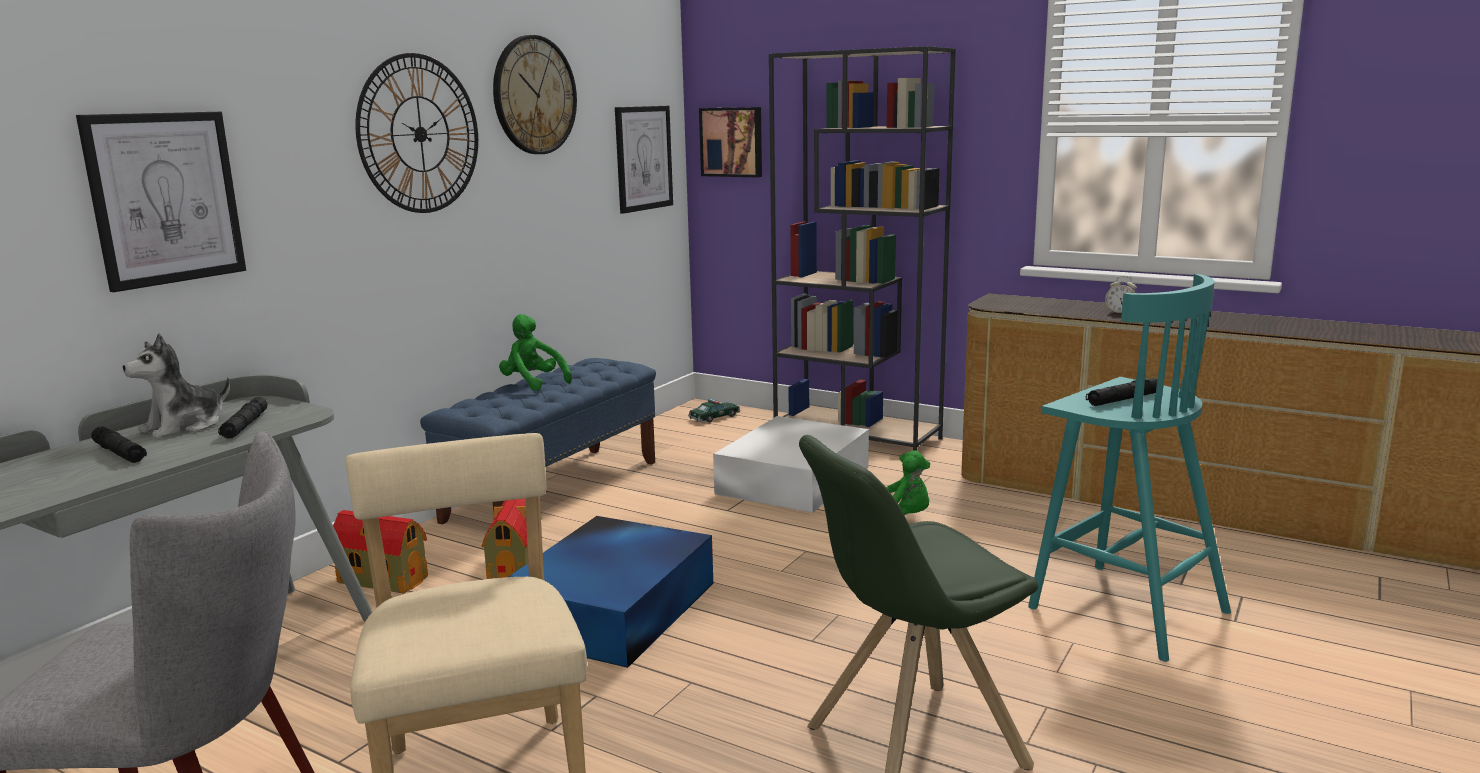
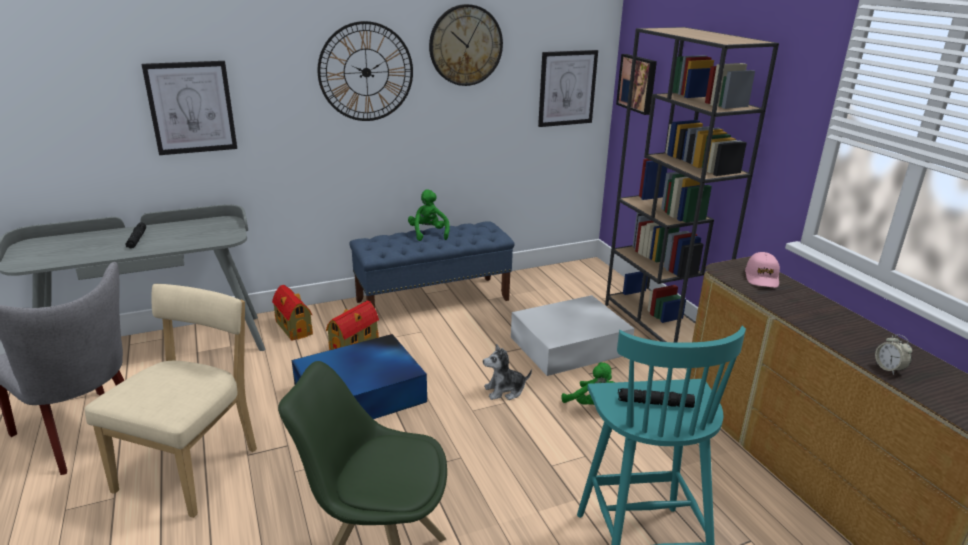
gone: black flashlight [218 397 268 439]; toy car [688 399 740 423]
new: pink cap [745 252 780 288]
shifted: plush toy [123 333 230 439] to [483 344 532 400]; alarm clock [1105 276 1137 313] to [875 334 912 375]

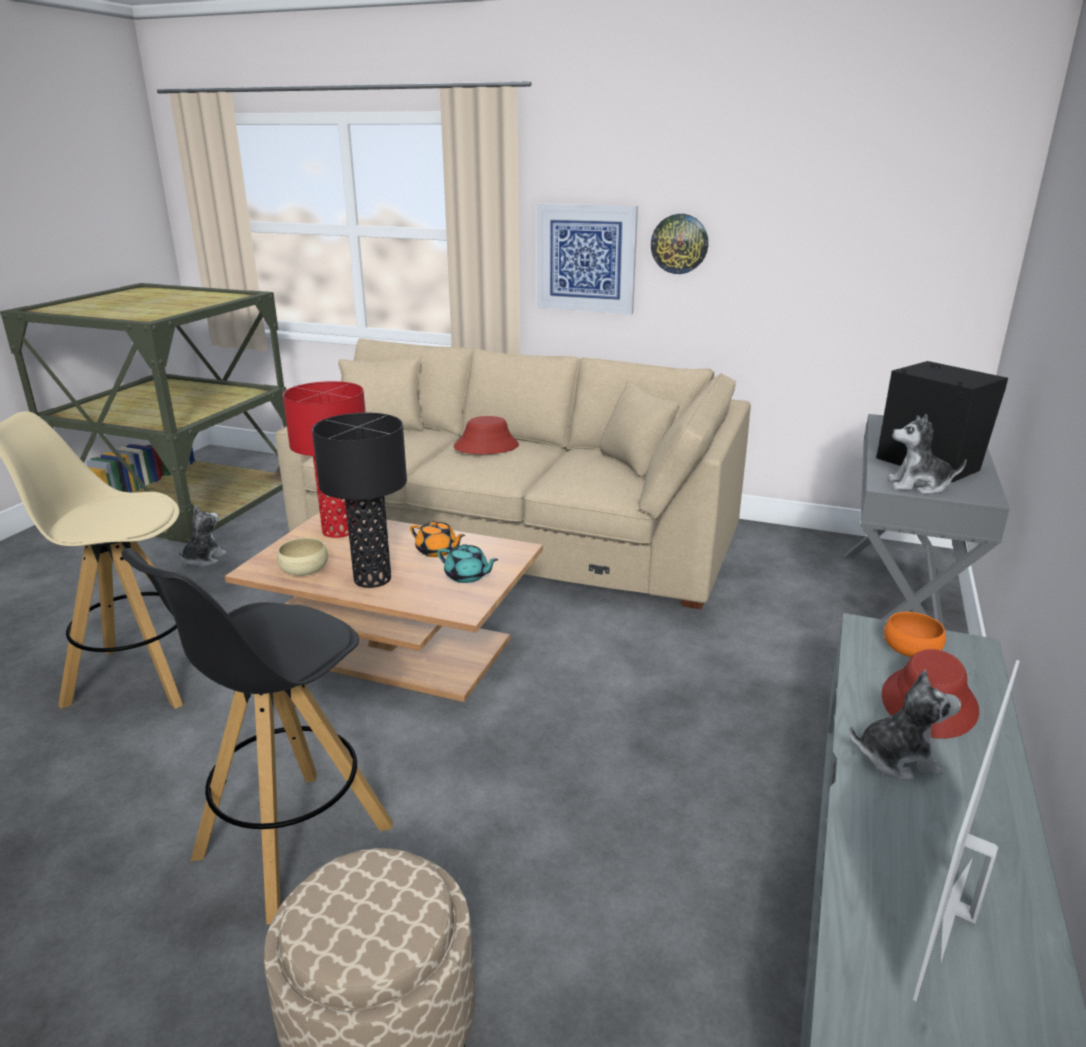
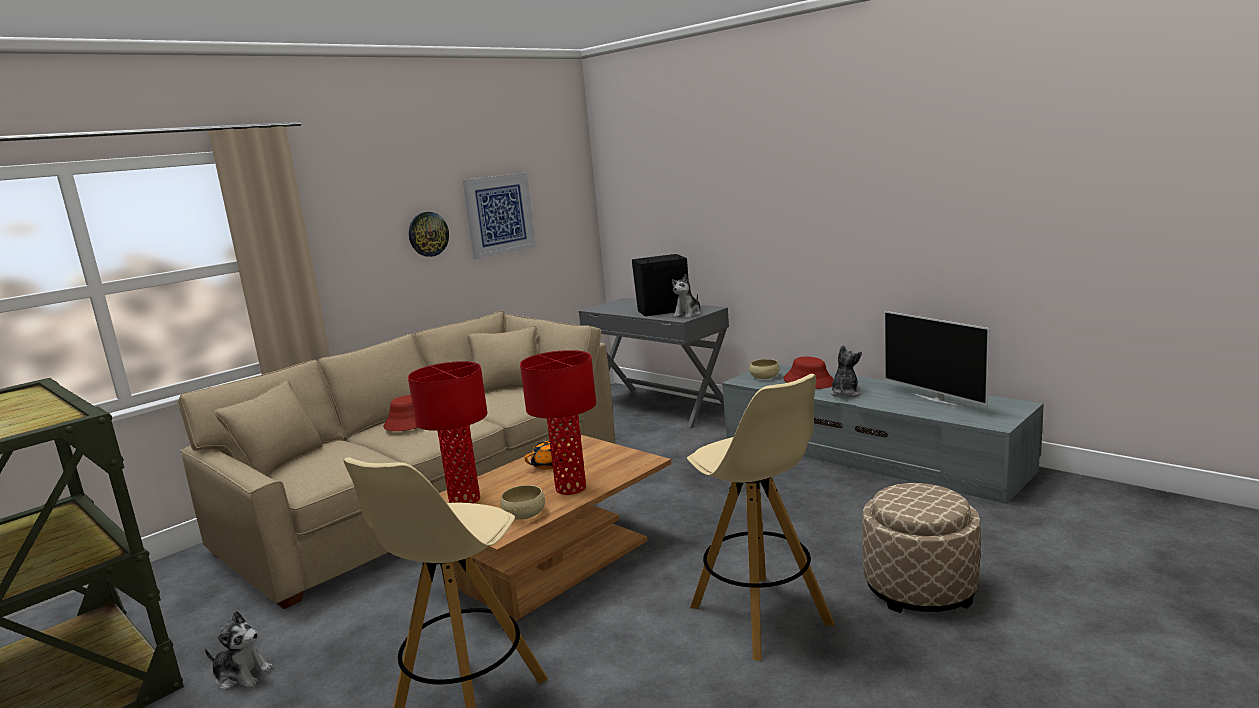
gone: turquoise teapot [437 544 499 583]
shifted: picture [537 203 638 314] to [463 172 536 259]
repainted: black stool [122 548 393 925] to beige stool [687 374 834 661]; black table lamp [312 413 407 588] to red table lamp [520 350 596 495]; orange bowl [884 612 946 657] to beige bowl [749 359 780 379]
rotated: plush toy [179 506 227 567] = [205 611 273 690] 150 degrees clockwise

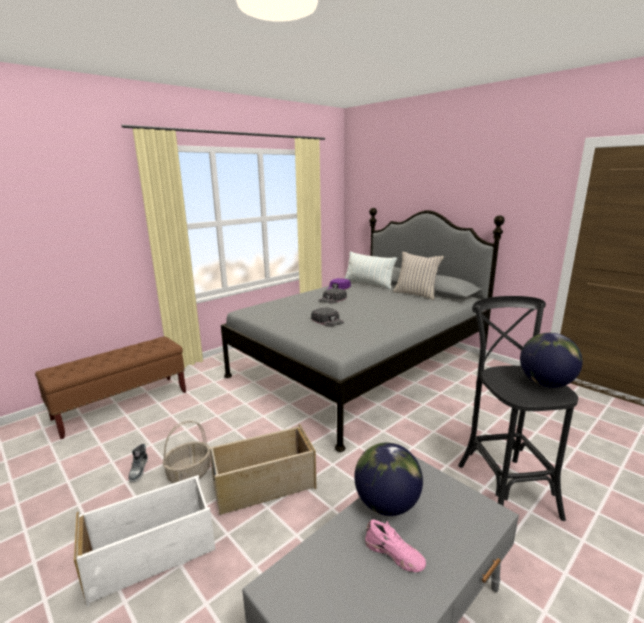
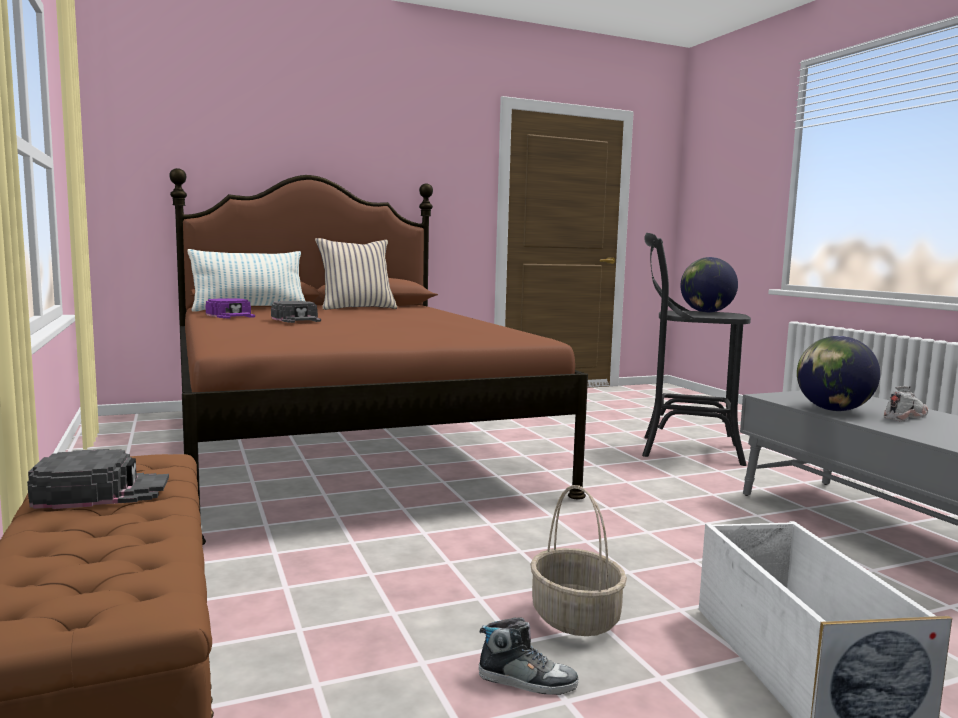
gone: beige storage box [209 424 317 515]
shifted: black cap [311 307 344 327] to [27 449 169 509]
repainted: grey bed [221 208 505 452] to brown bed [169 168 588 546]; pink shoe [365 519 426 572] to white shoe [884 386 928 422]

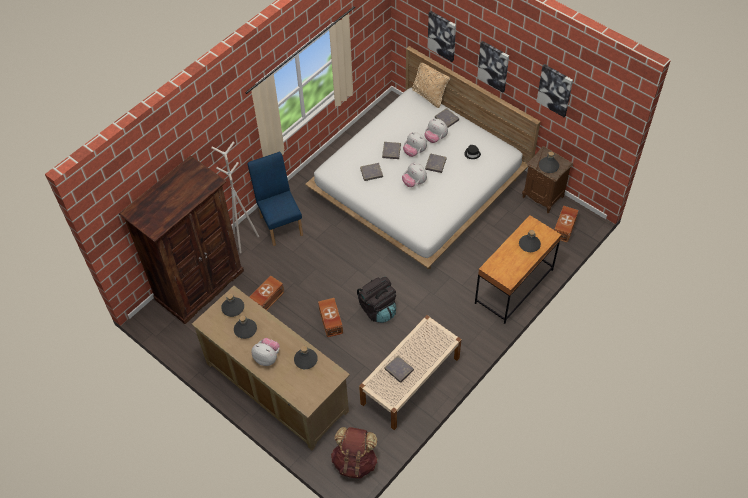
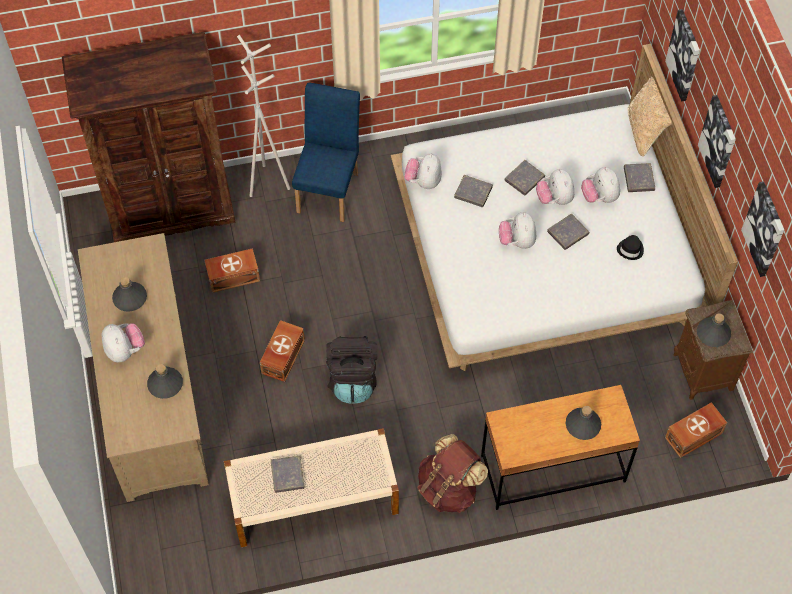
gone: grey bottle [221 294 244 317]
new: plush toy [404 153 442 189]
shifted: brown backpack [331 427 378 479] to [417 434 488 513]

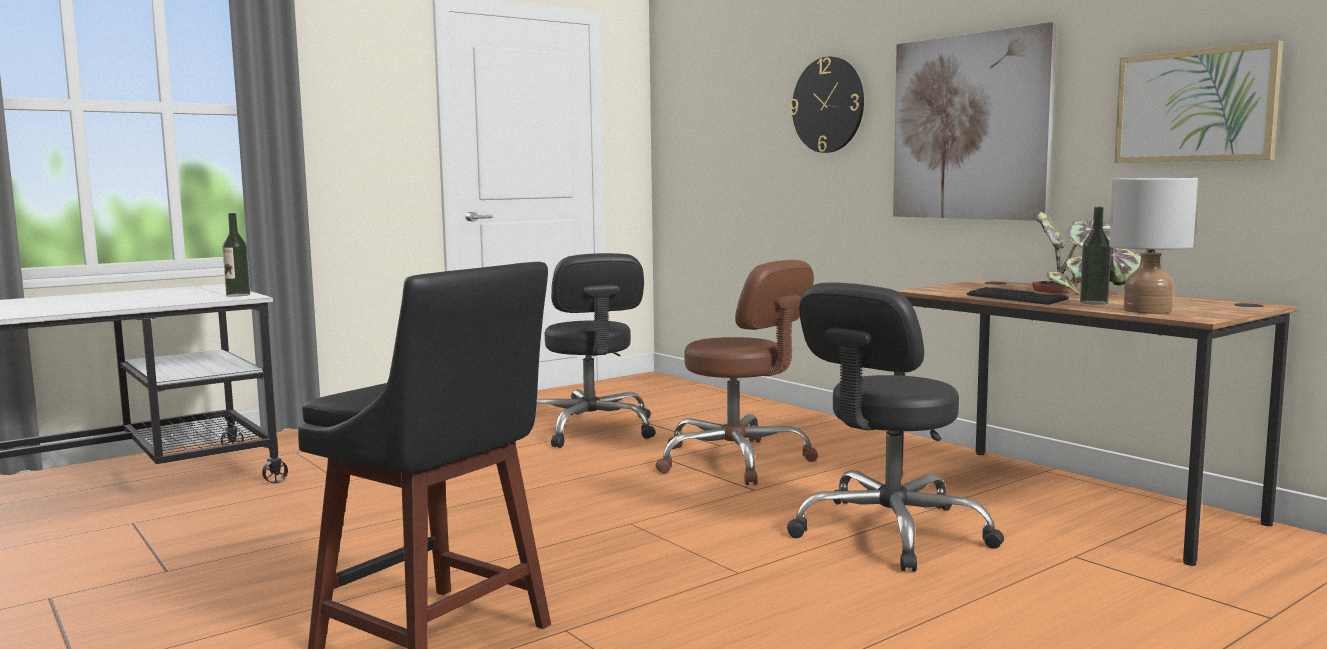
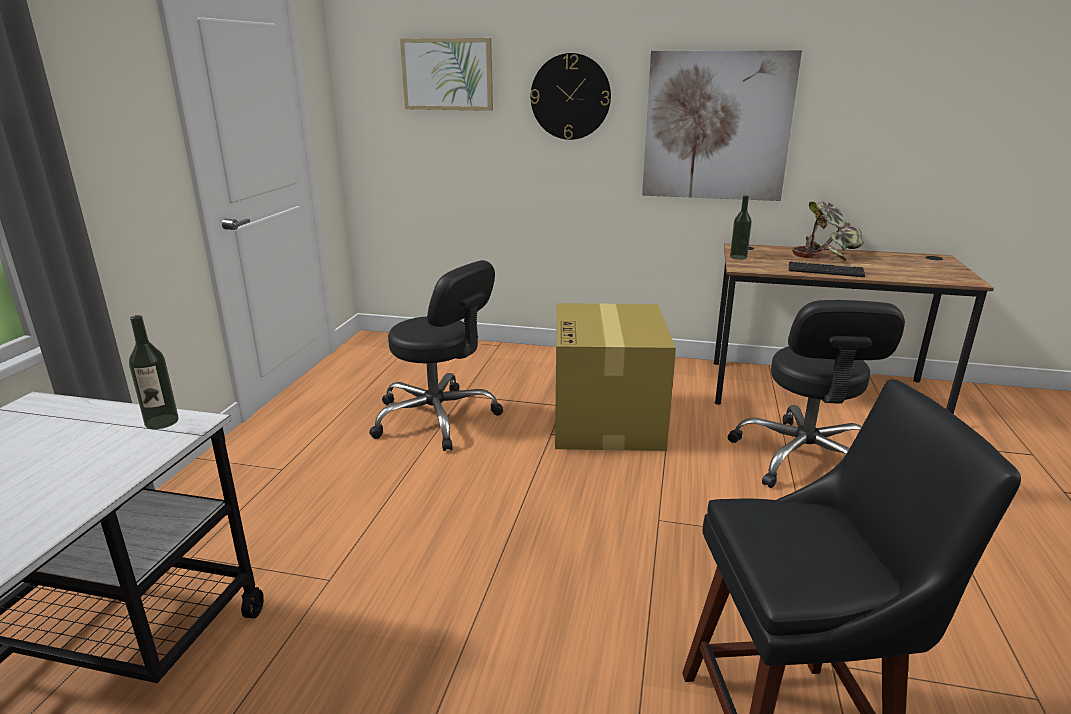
gone: grey table lamp [1109 178 1198 314]
shifted: bottle [1080 207 1111 305] to [730 196 752 260]; picture [1114 41 1283 163] to [400 38 493 111]
swapped: brown office chair [656 260 818 485] to cardboard box [555 303 676 451]

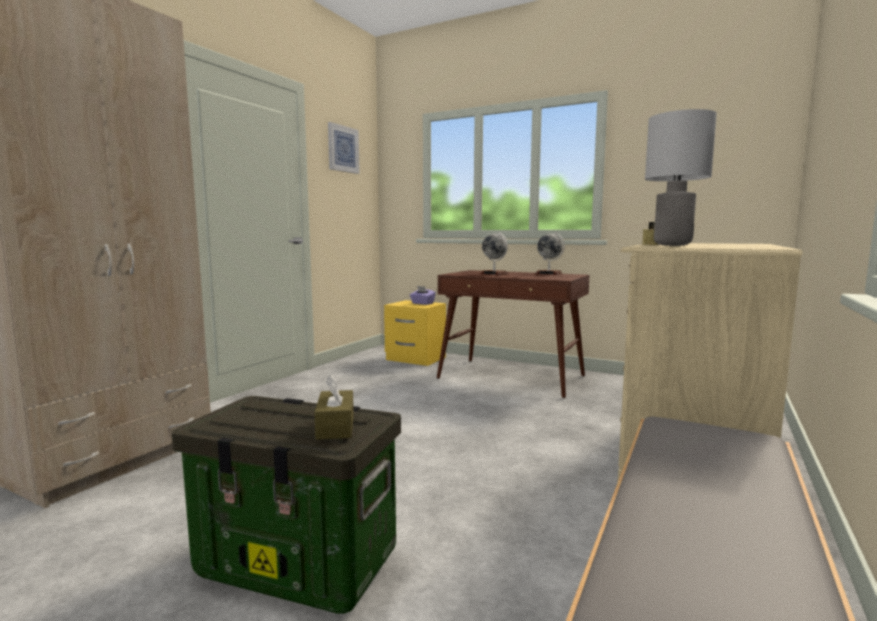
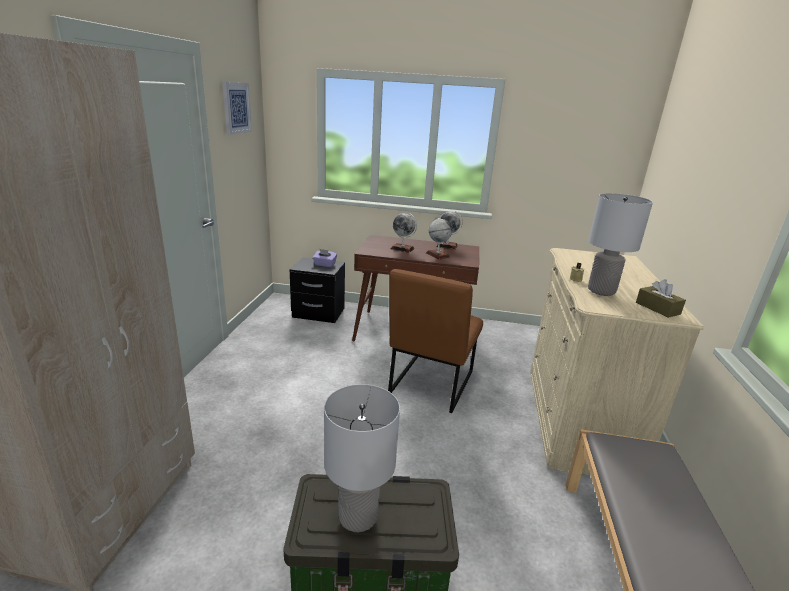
new: grey table lamp [324 384 400 532]; brown chair [388 269 483 413]; globe [426 217 452 260]
shifted: brown tissue box [314 374 354 440] to [636 279 686 318]
repainted: yellow nightstand [384 300 446 366] to black nightstand [290 257 345 323]

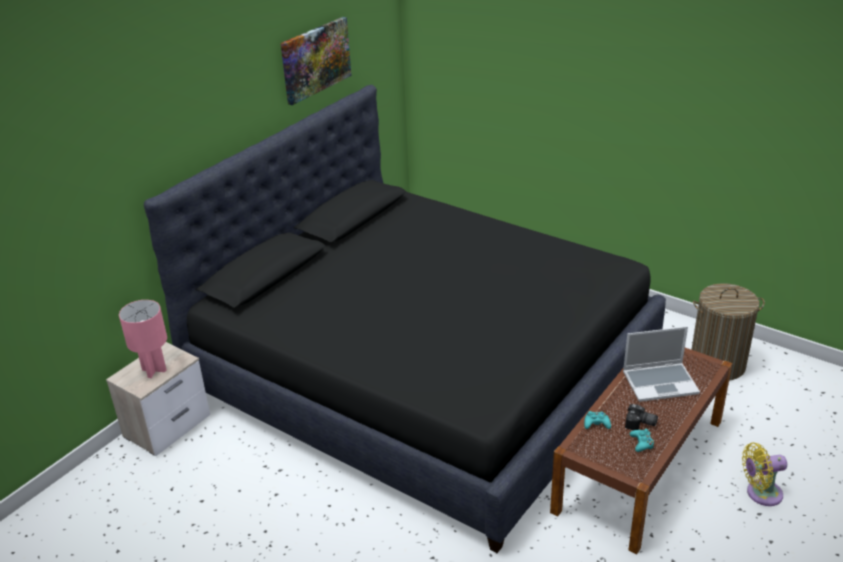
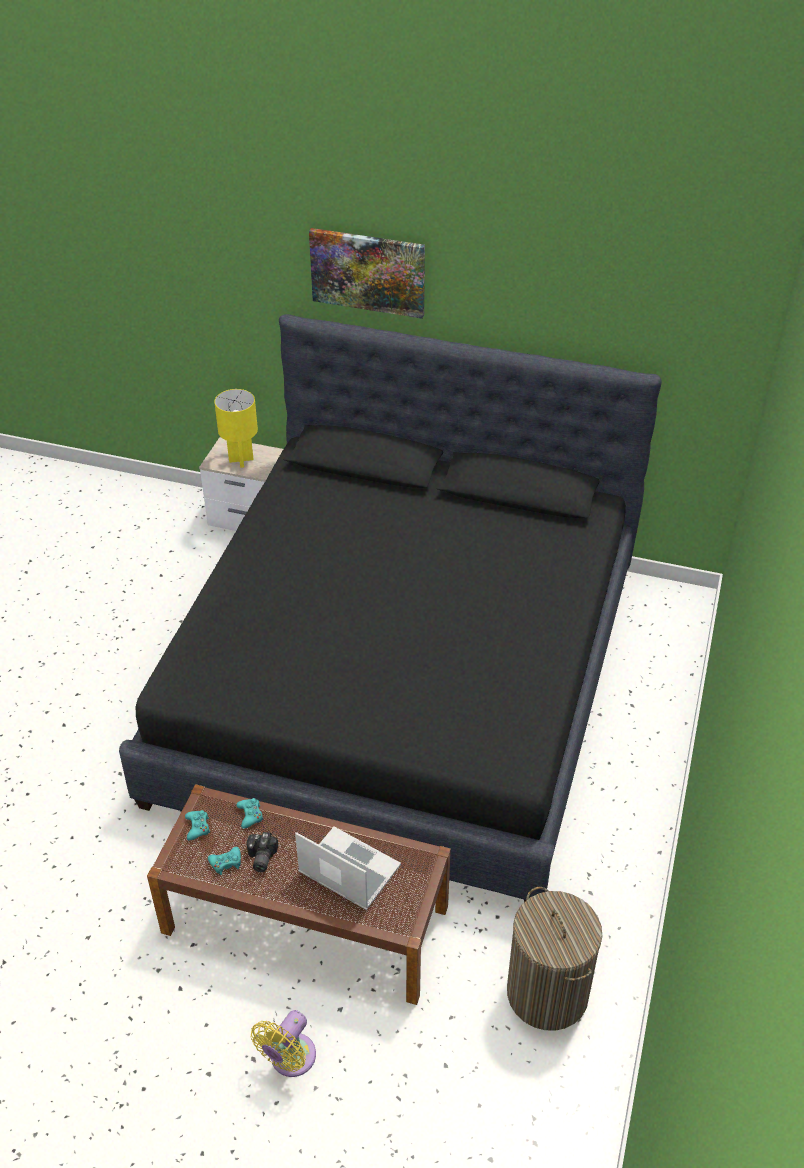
new: turquoise game controller [185 810 210 840]
shifted: picture [281 17 351 105] to [309 228 425 319]
repainted: pink table lamp [119 300 167 378] to yellow table lamp [214 389 258 468]
rotated: laptop [623 326 700 402] = [295 827 401 910] 150 degrees clockwise; yellow fan [742 443 787 506] = [251 1010 316 1077] 120 degrees counterclockwise

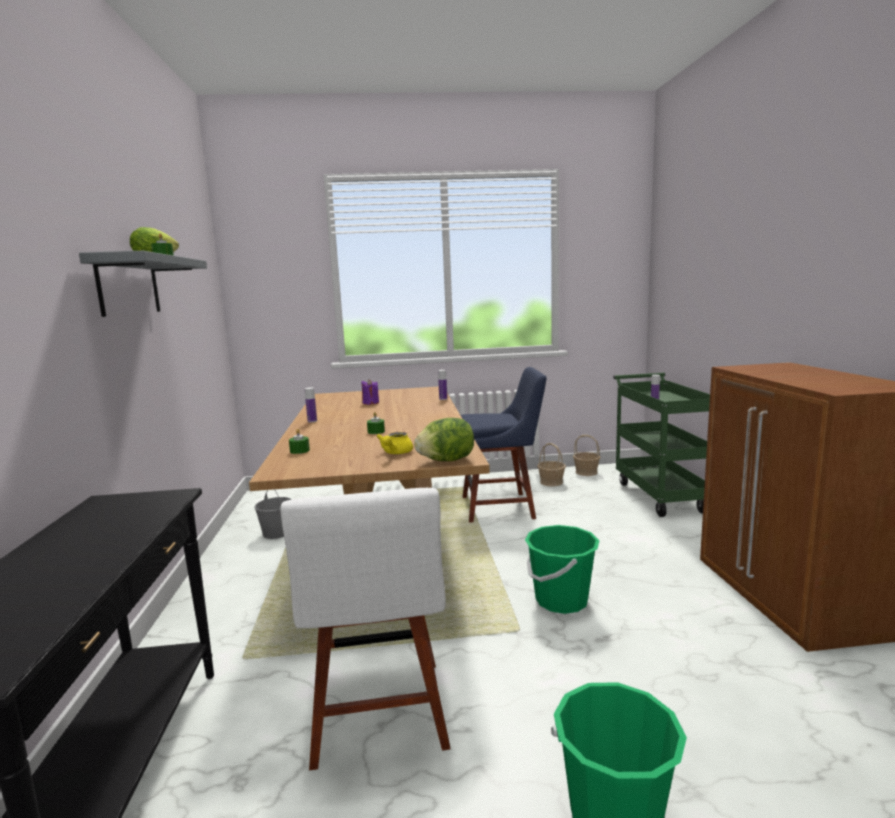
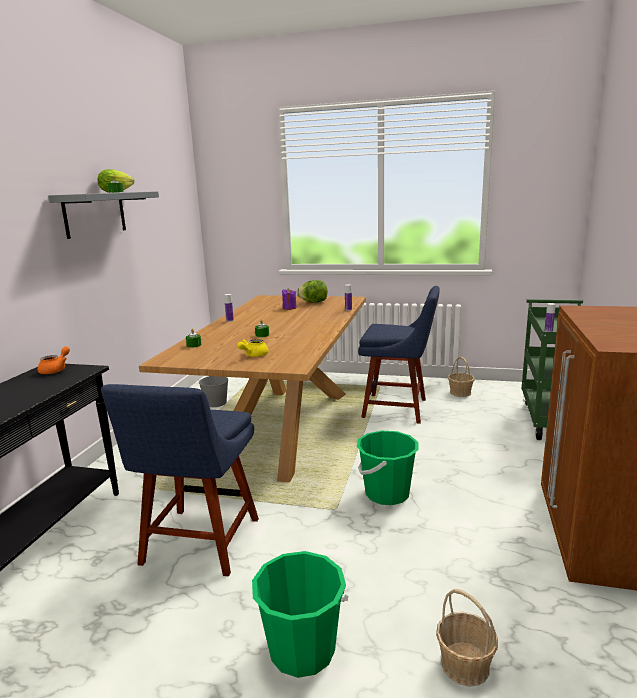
new: orange teapot [38 347 70 374]
shifted: lettuce [414 418 474 461] to [297 280 327 303]; basket [573 435 600 476] to [436 589 498 687]
repainted: white chair [280 488 451 771] to blue chair [101 384 259 577]

